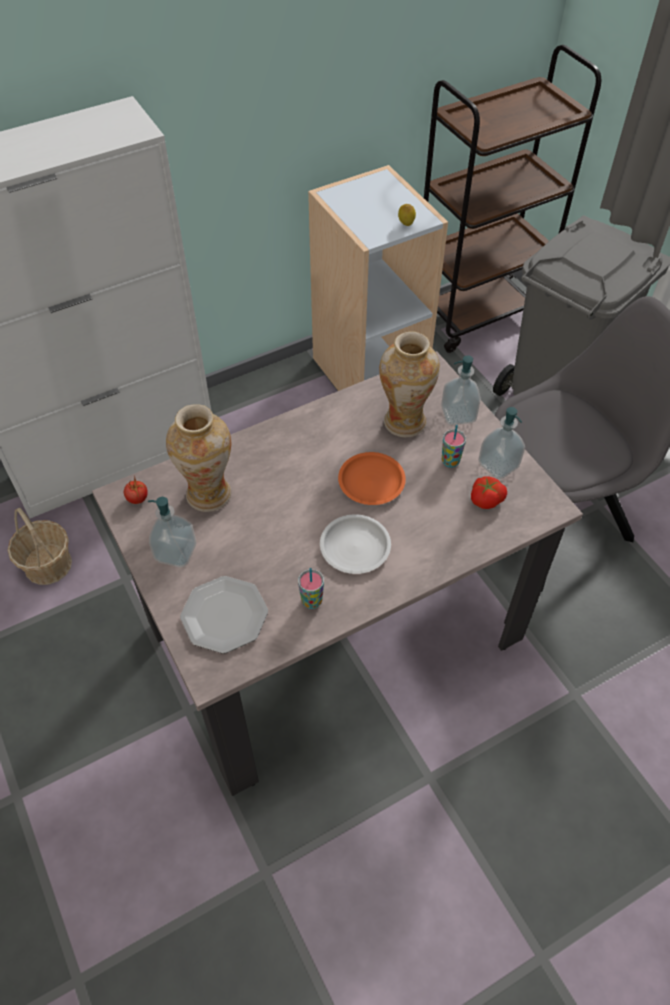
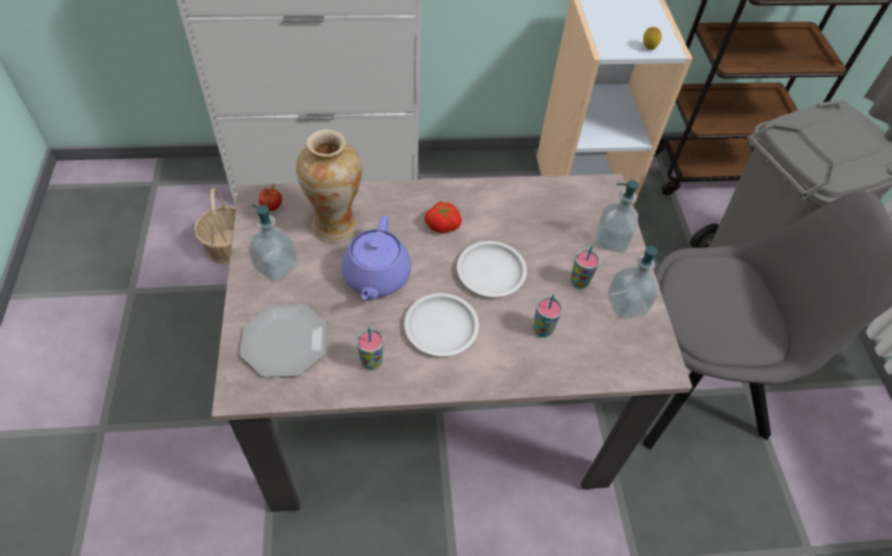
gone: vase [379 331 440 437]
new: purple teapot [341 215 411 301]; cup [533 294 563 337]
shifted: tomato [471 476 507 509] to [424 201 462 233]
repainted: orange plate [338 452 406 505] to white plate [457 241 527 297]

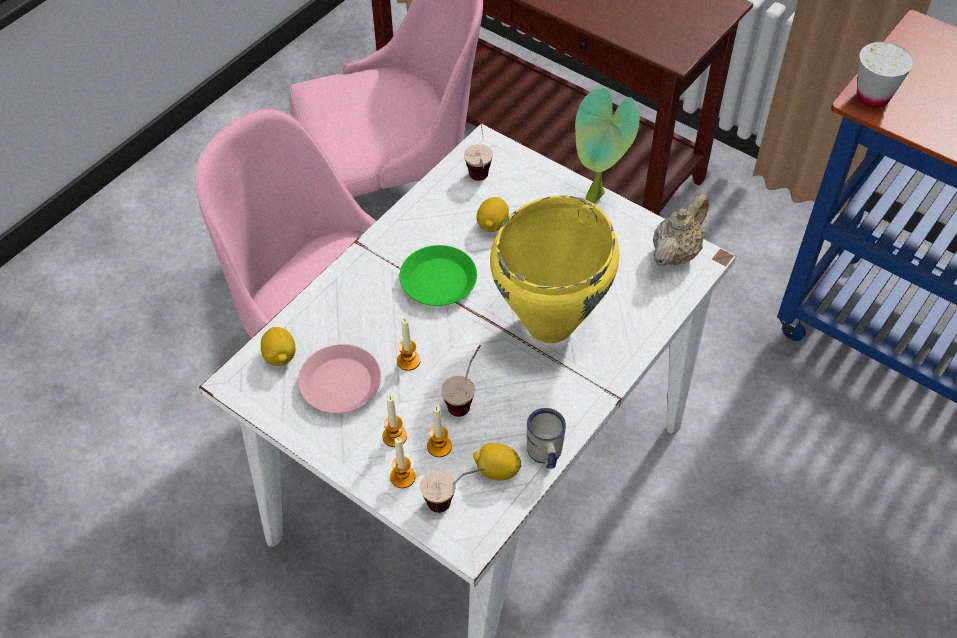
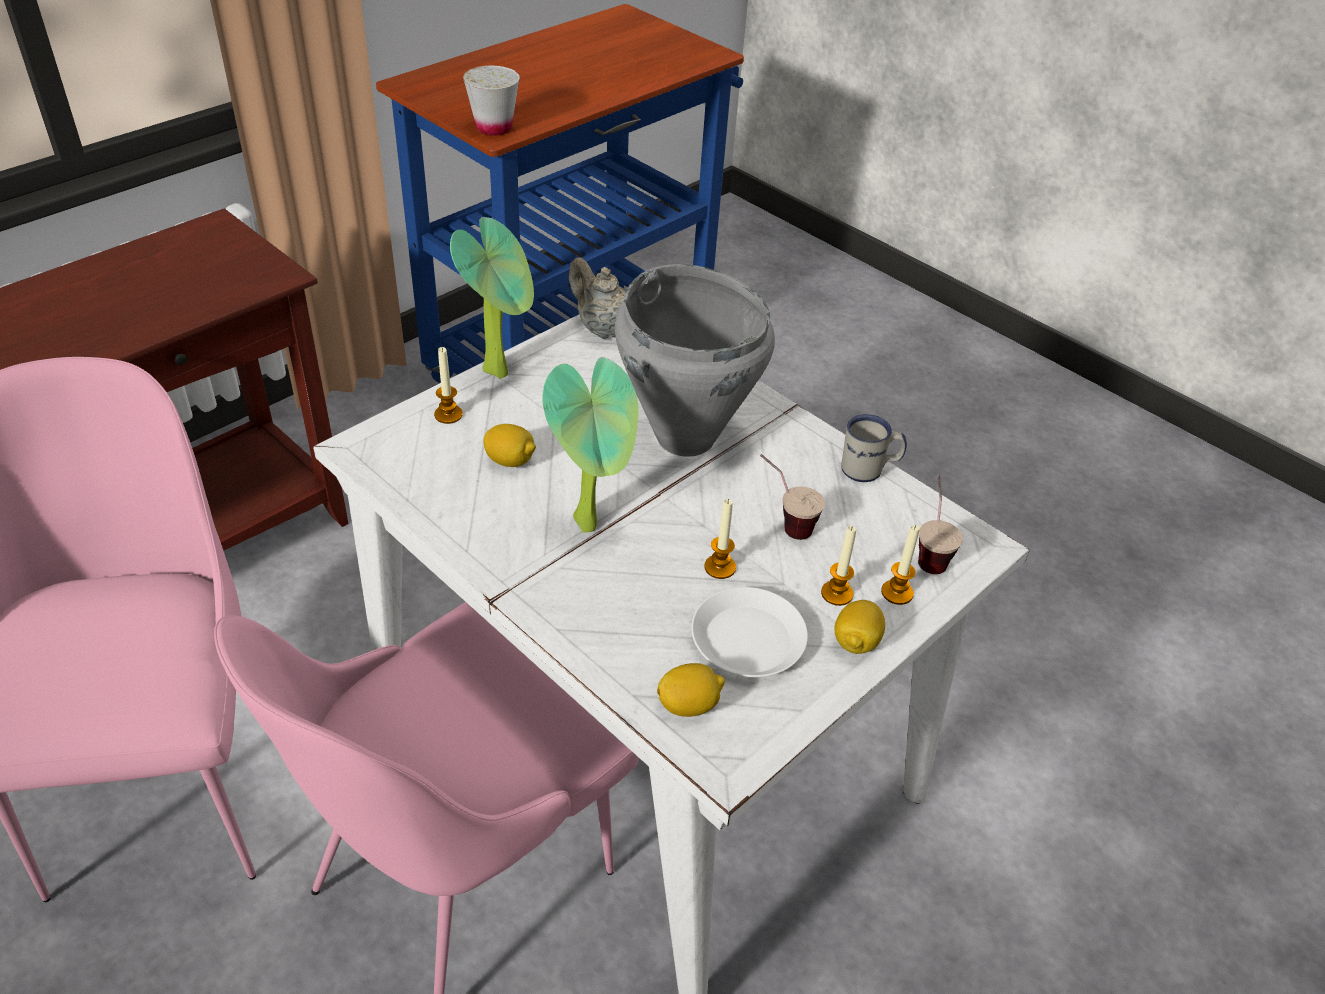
gone: cup [464 144 493 181]
shifted: candle [427 405 452 457] to [434 347 463 424]; lemon [473 443 521 480] to [834 600 885 654]
swapped: green plate [399 245 477 306] to potted plant [542 357 639 533]
repainted: pink plate [298 344 381 413] to white plate [691 587 808 677]; yellow cooking pot [490 196 619 343] to grey cooking pot [615 264 775 457]

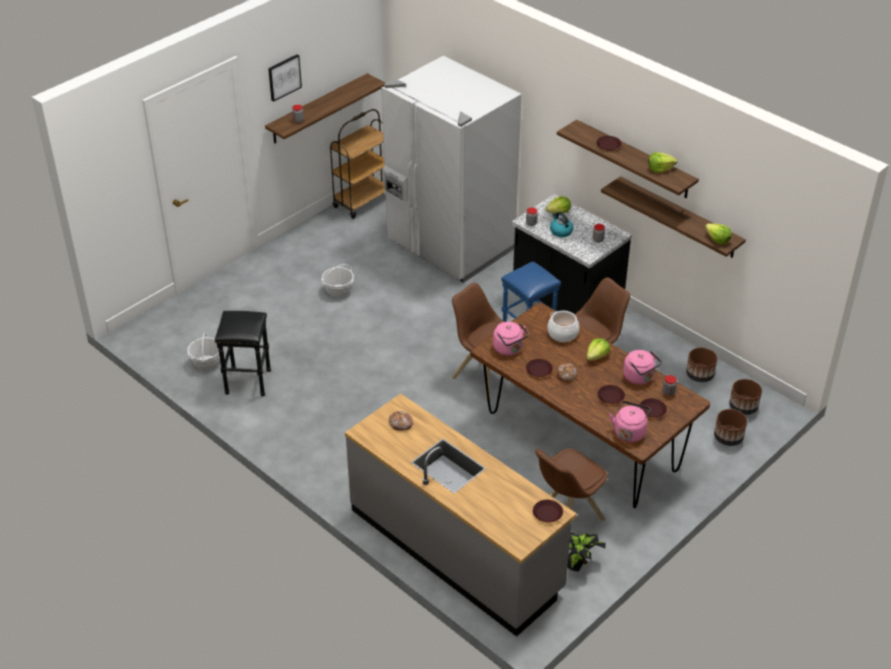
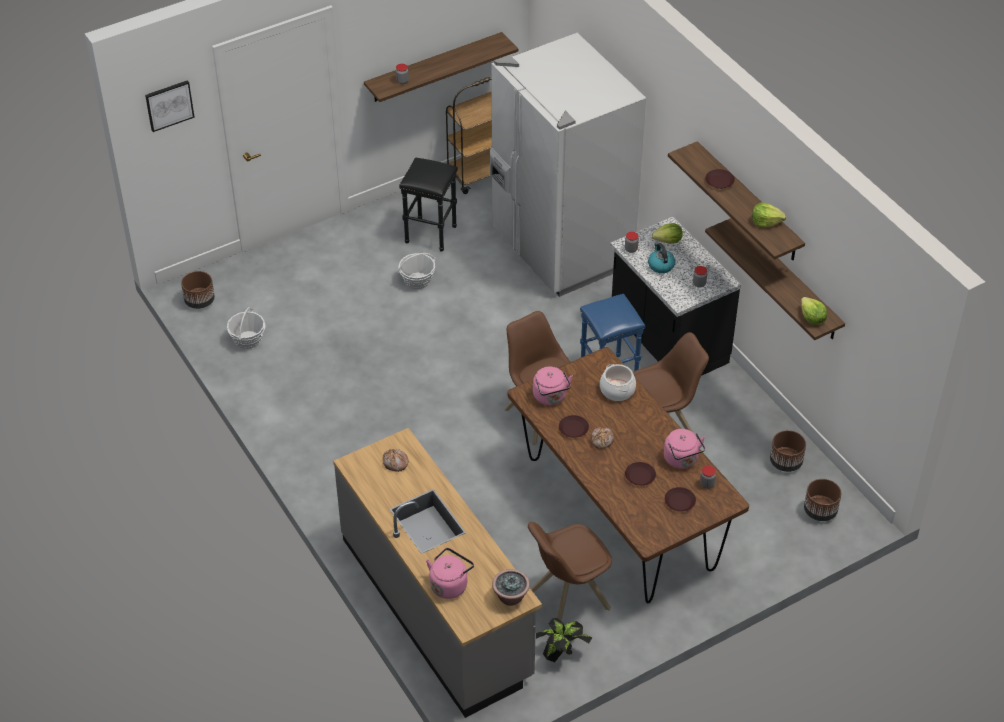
gone: lettuce [587 338 610 361]
shifted: black stool [215 311 271 396] to [399 158 458 252]; picture [268 54 302 102] to [145 80 195 132]; pink kettle [609 401 651 442] to [426 548 474 599]; brown planter [714 409 747 446] to [181 271 215 309]
swapped: brown plate [533 500 563 523] to potted plant [492 569 530 606]

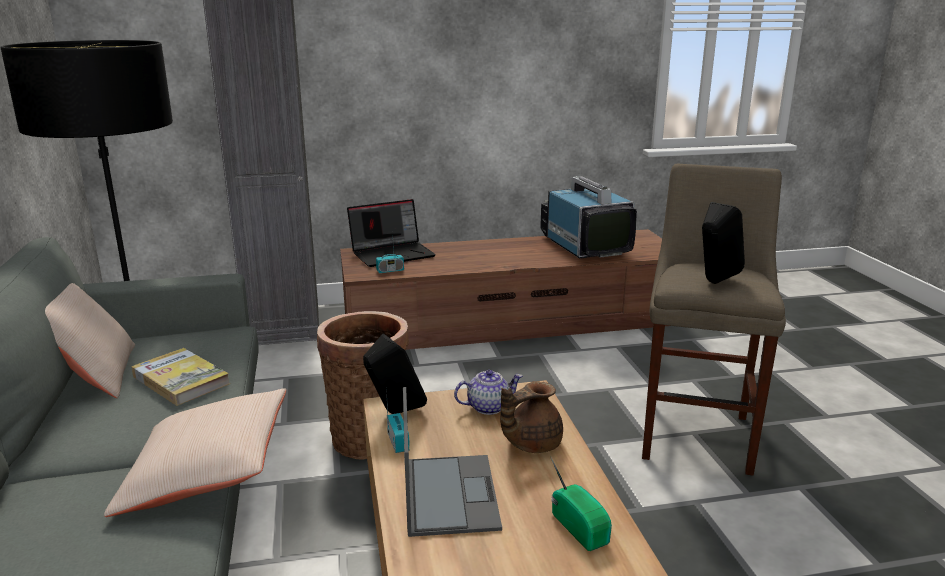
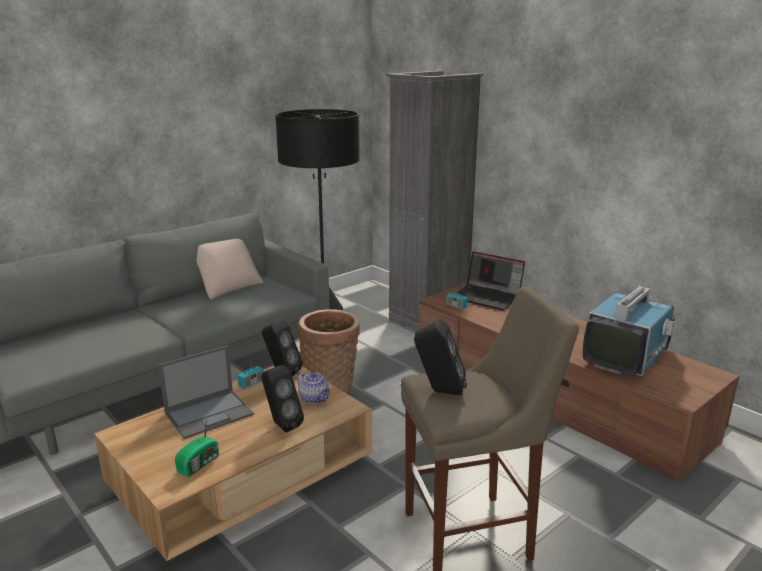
gone: beige pillow [104 388 286 517]; book [131 348 230 406]
swapped: brown teapot [500 381 563 453] to black speaker [261 365 304 433]

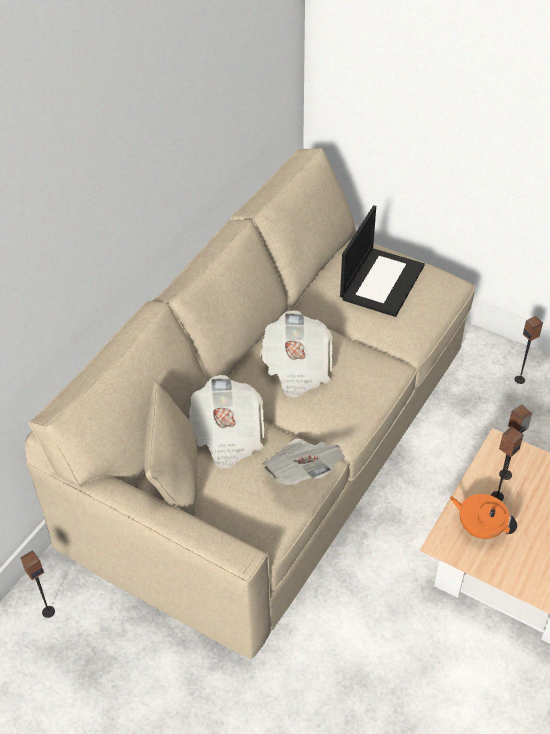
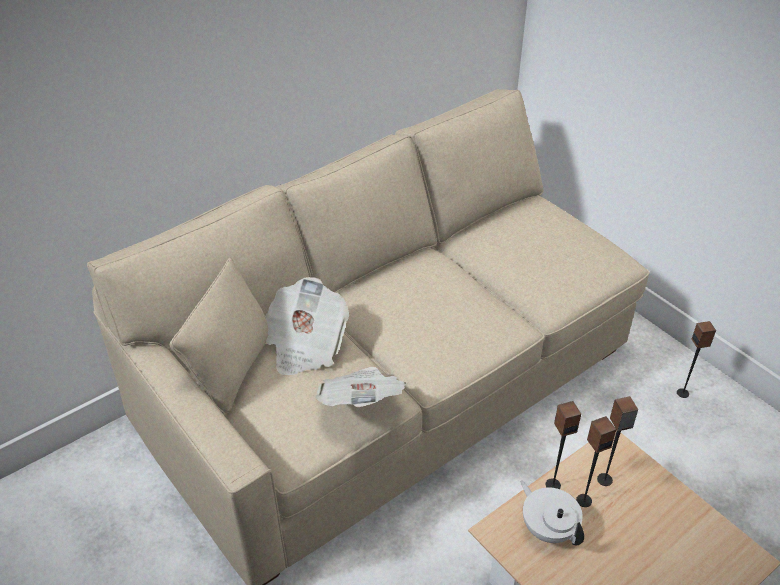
gone: newspaper [260 310 333 398]; laptop [340 205 425 317]
shifted: speaker [20 550 55 618] to [546 401 581 489]
repainted: orange teapot [449 494 517 539] to white teapot [521 481 584 545]

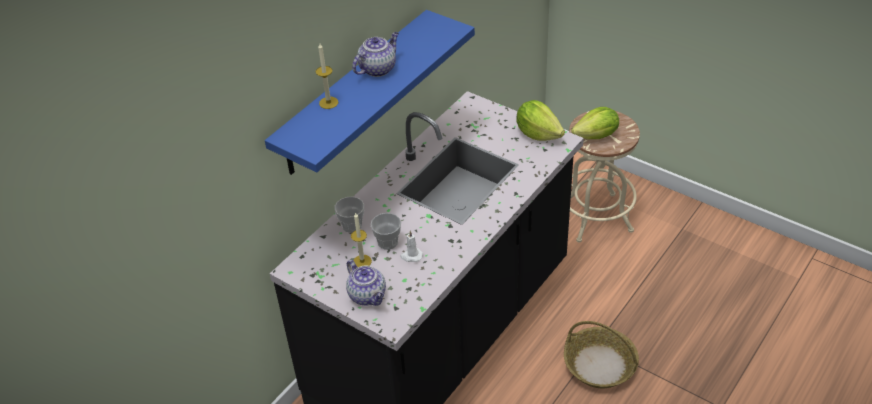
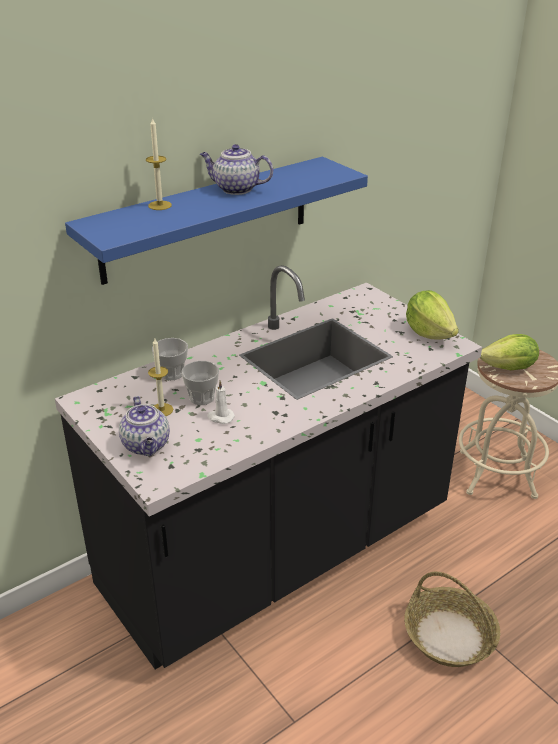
rotated: teapot [352 32 399 77] = [200 144 273 195] 135 degrees counterclockwise

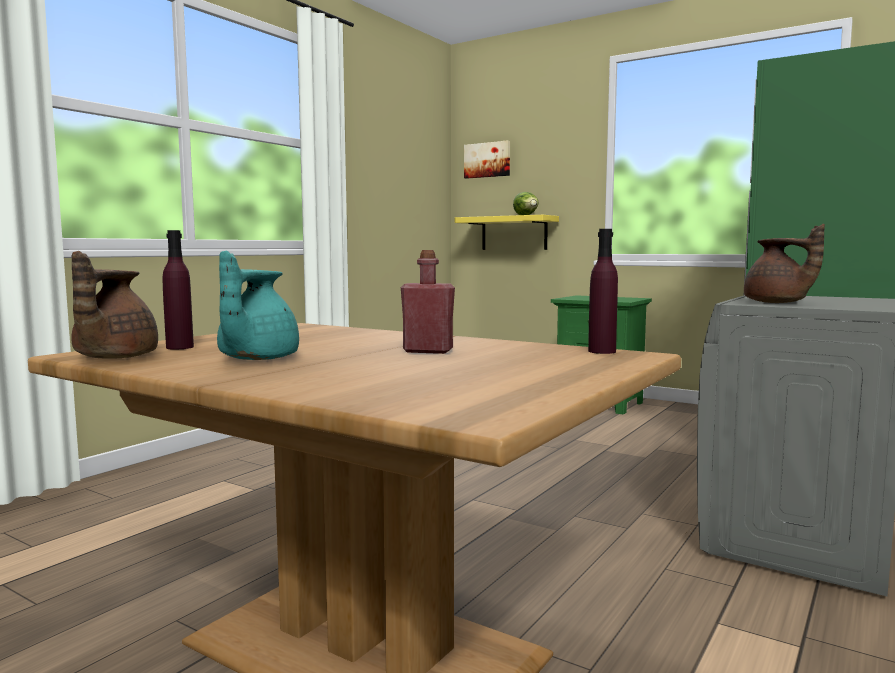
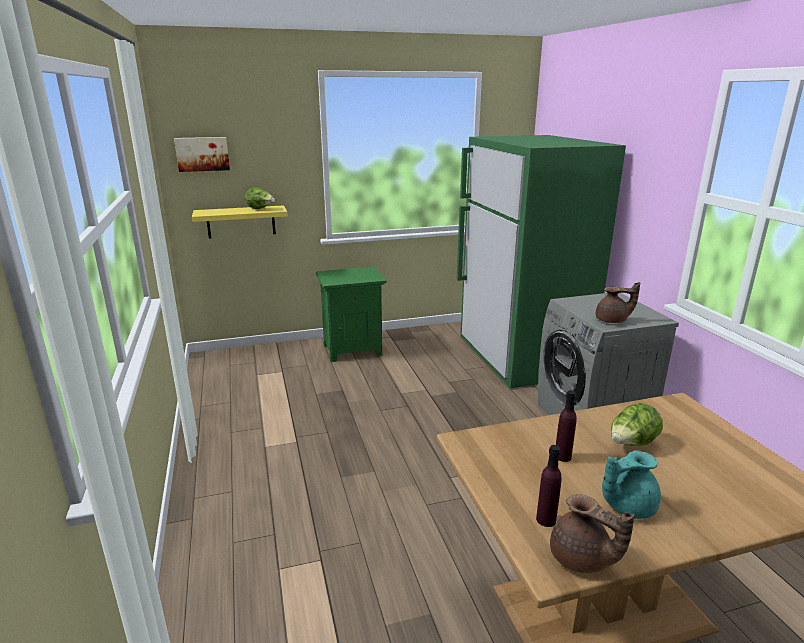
shifted: purple bottle [588 229 618 354] to [556 390 577 462]
swapped: red bottle [401 250 455 354] to lettuce [612 403 663 446]
rotated: turquoise teapot [217 251 299 360] = [602 450 661 519] 105 degrees clockwise

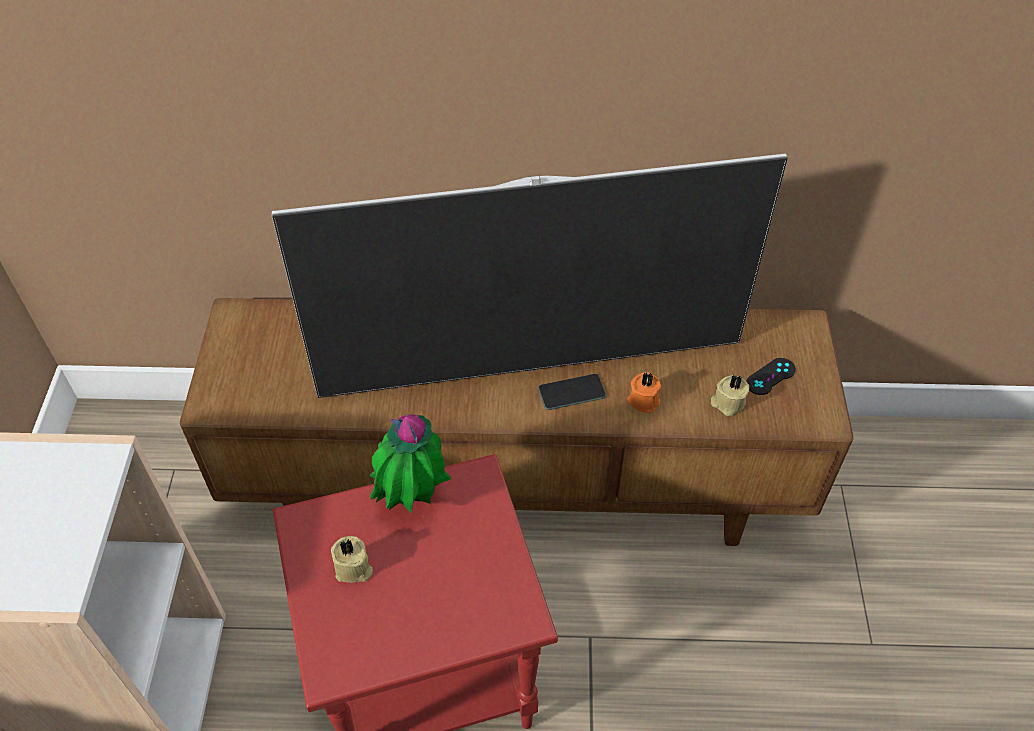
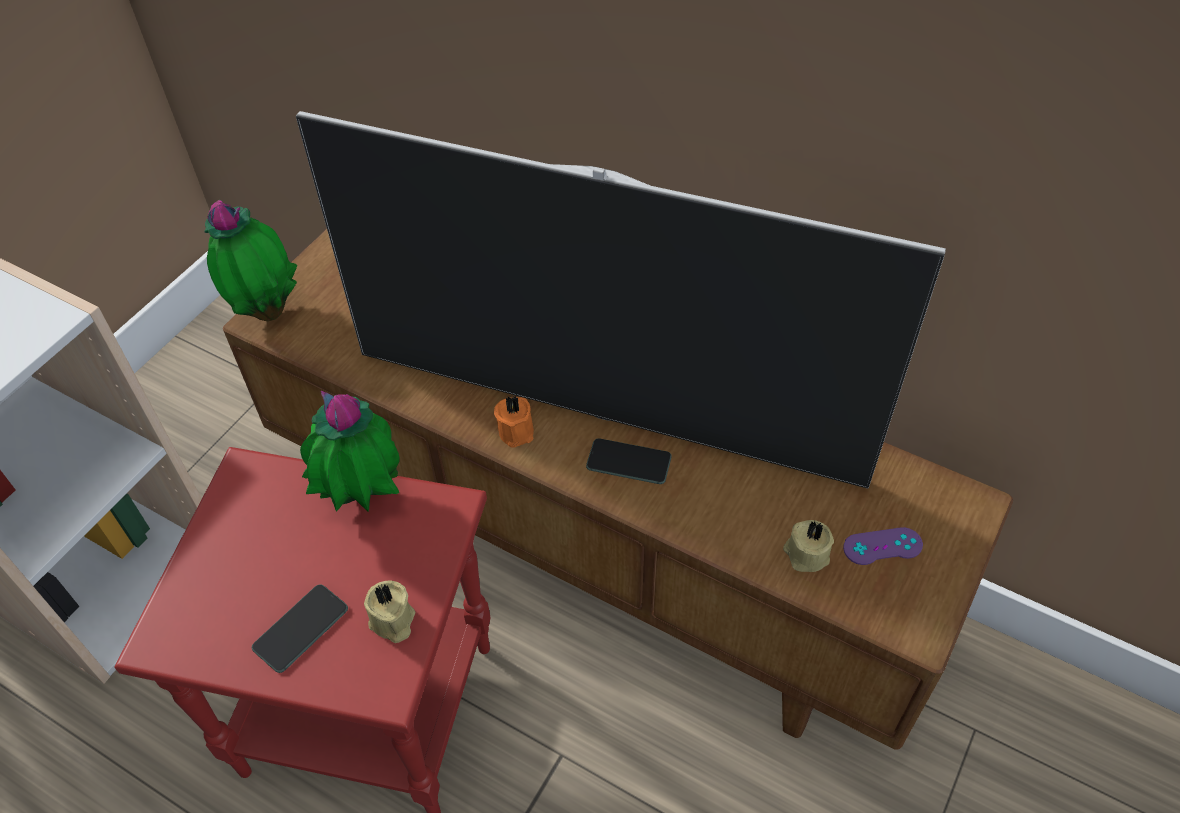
new: potted plant [204 200 297 321]; phone [252 584 348 673]
shifted: beige candle [331 536 373 583] to [364 580 415 643]; orange candle [627 372 661 414] to [494 395 534 448]
repainted: black game controller [746 358 796 395] to purple game controller [843 527 923 565]

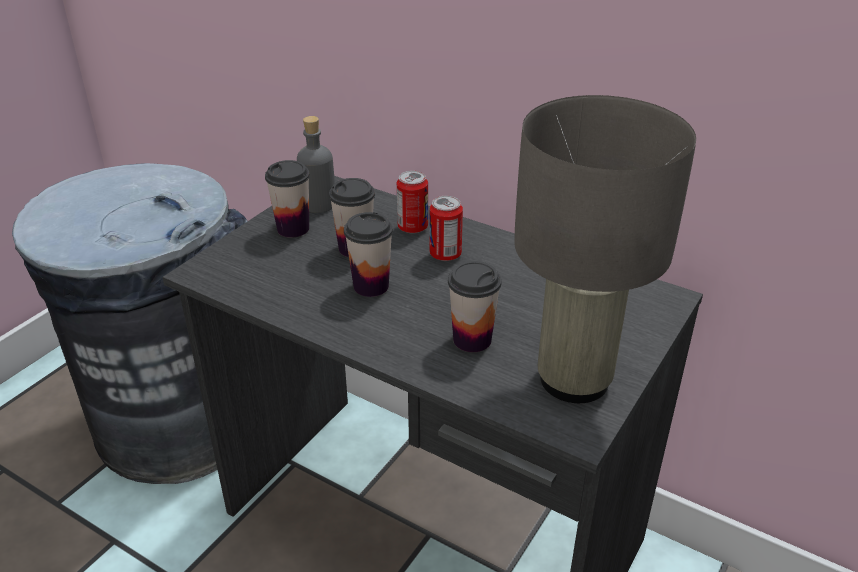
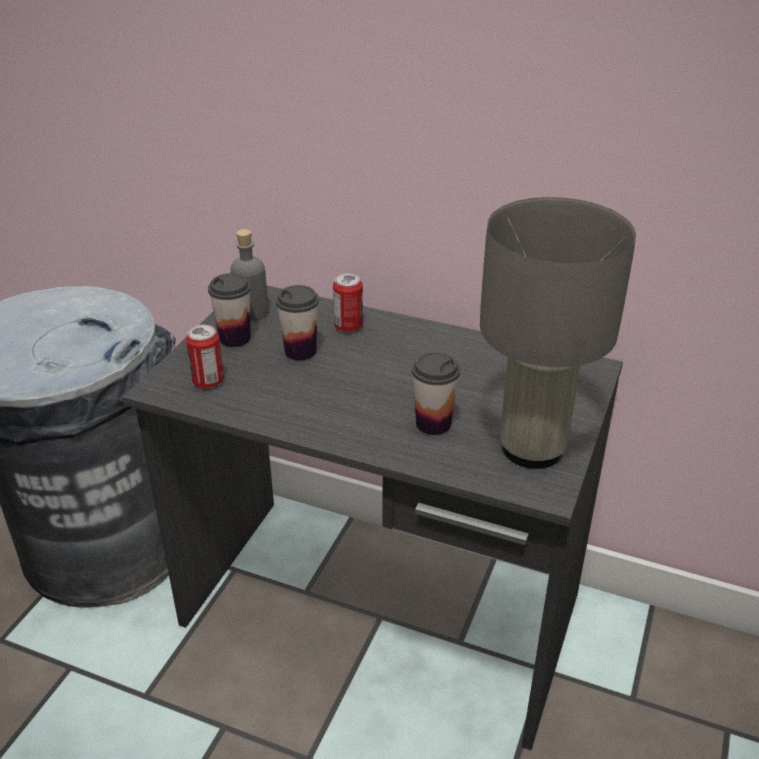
gone: cup [344 212 393 297]
shifted: can [430 196 463 261] to [186 325 224 388]

